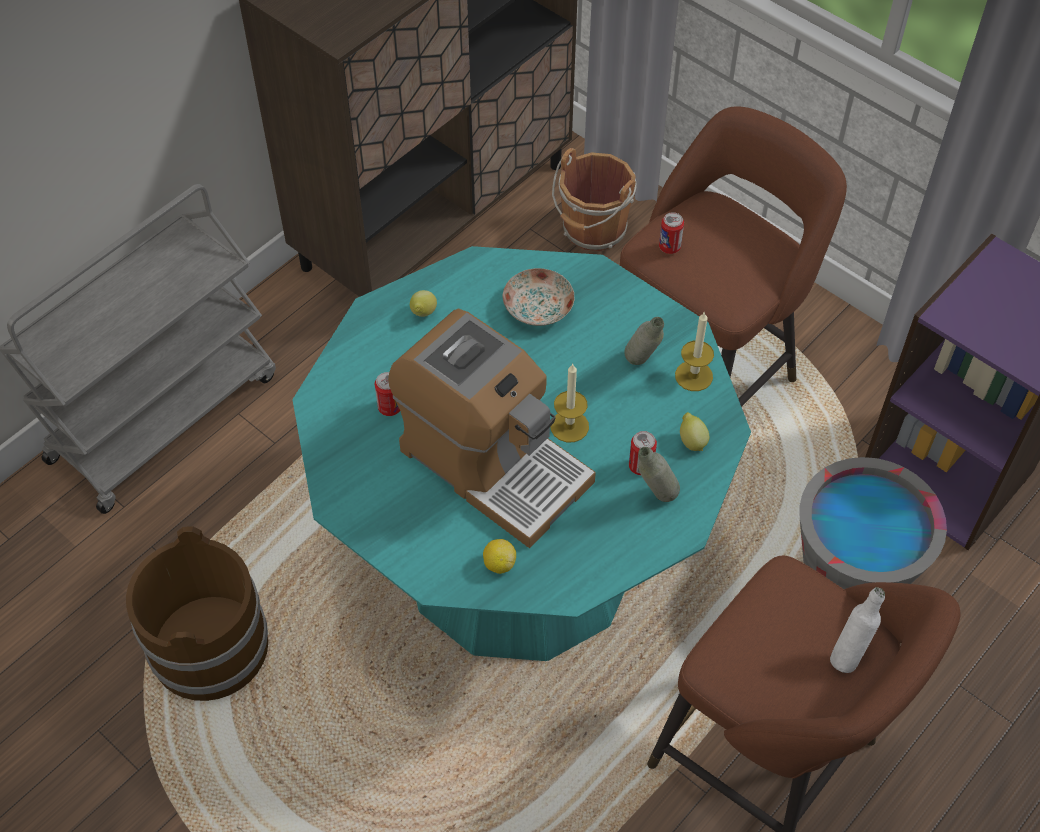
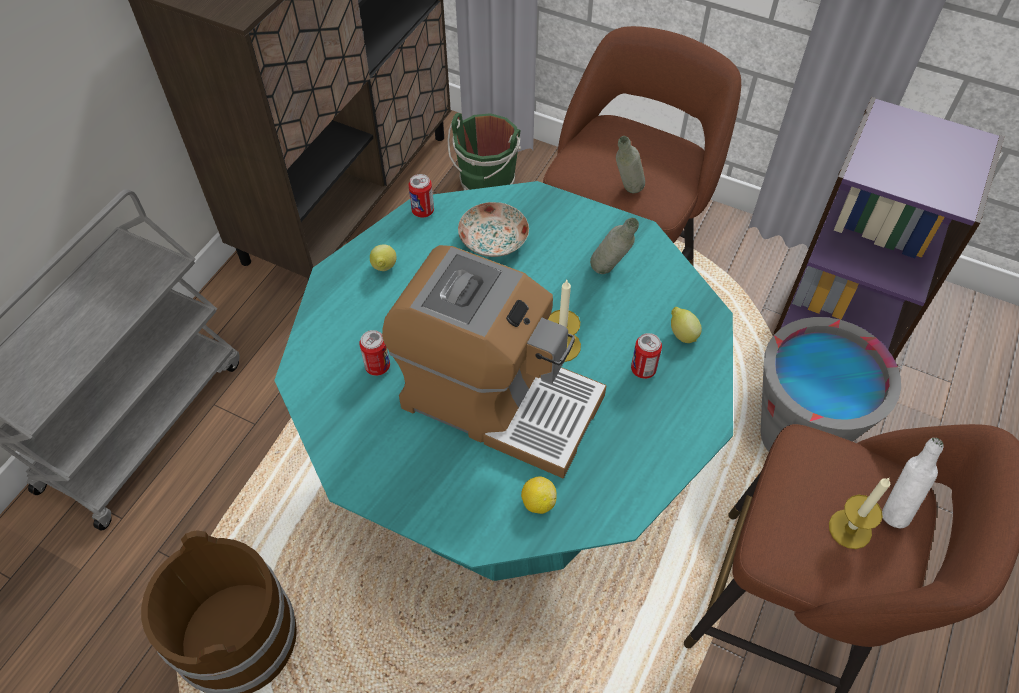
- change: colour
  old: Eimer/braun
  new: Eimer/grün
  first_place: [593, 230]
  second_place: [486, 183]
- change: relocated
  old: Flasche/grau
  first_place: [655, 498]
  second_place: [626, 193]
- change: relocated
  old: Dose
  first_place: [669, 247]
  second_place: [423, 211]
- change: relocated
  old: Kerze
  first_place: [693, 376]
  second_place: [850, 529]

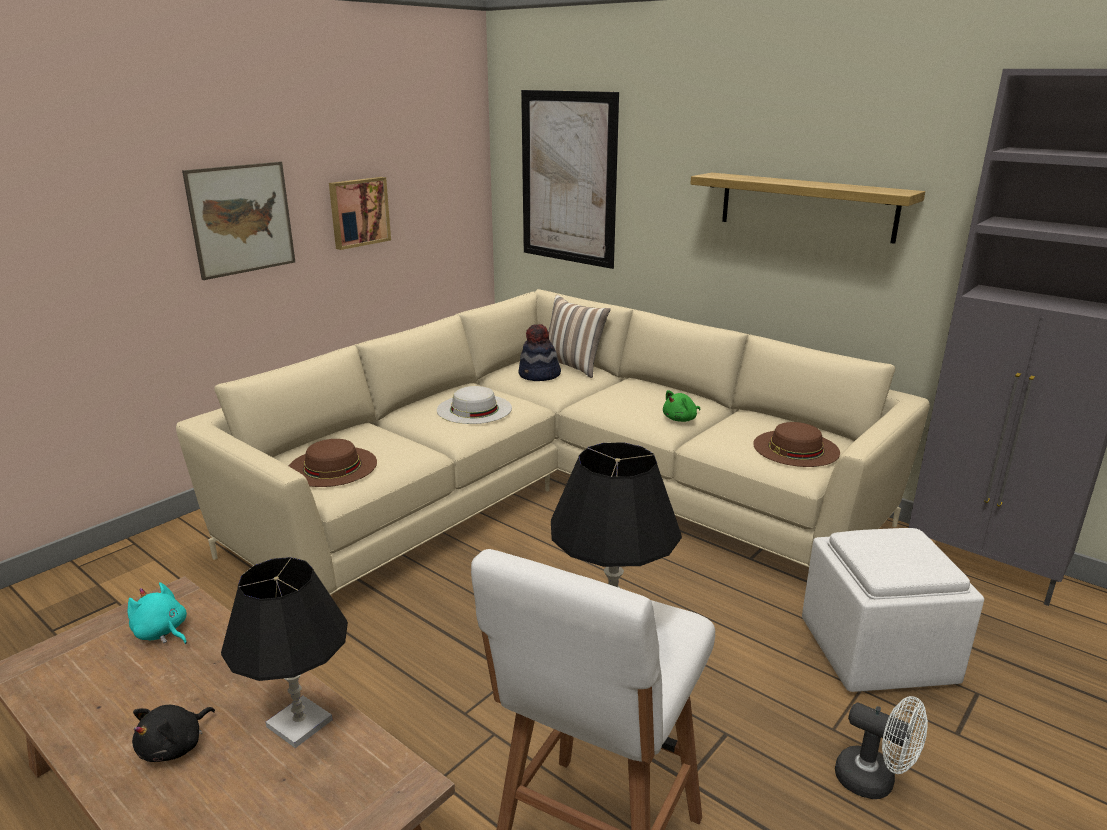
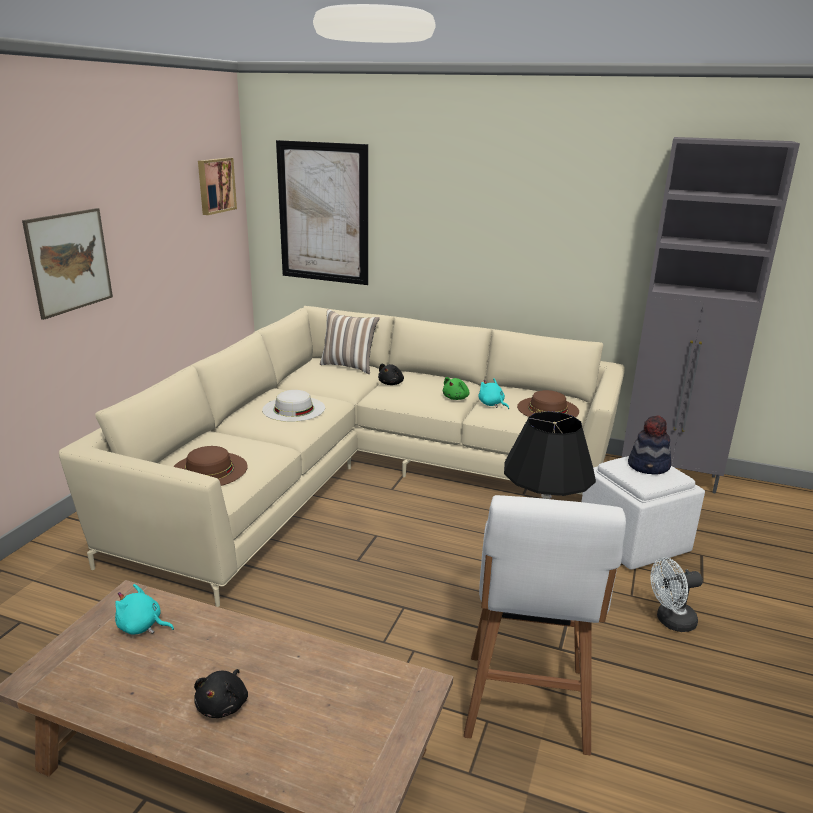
- change: missing
  old: Tischlampe/schwarz
  first_place: [300, 723]
- change: relocated
  old: Bild
  first_place: [358, 212]
  second_place: [215, 185]
- change: relocated
  old: Hut
  first_place: [539, 375]
  second_place: [649, 466]
- change: missing
  old: Wandregal
  first_place: [806, 206]
- change: spun
  old: Ventilator/weiß
  first_place: [874, 781]
  second_place: [670, 621]
  degrees: 150
- change: appeared
  new: Plüschtier/schwarz
  second_place: [391, 383]
- change: appeared
  new: Plüschtier/türkis
  second_place: [492, 404]

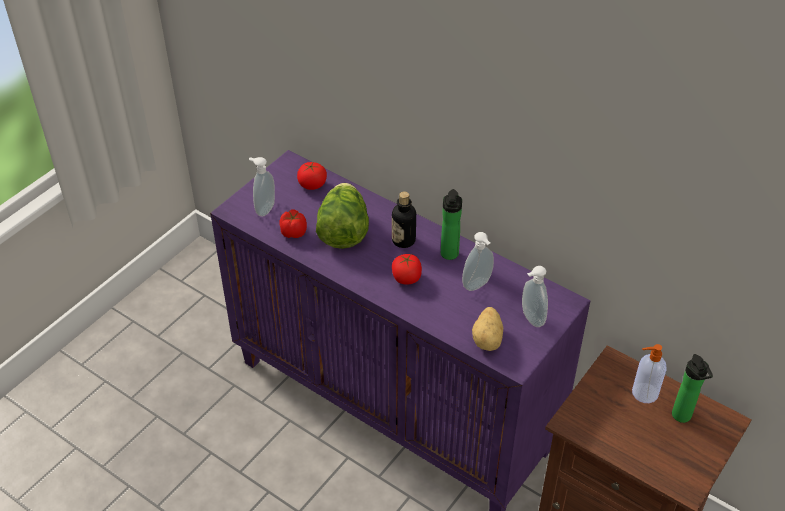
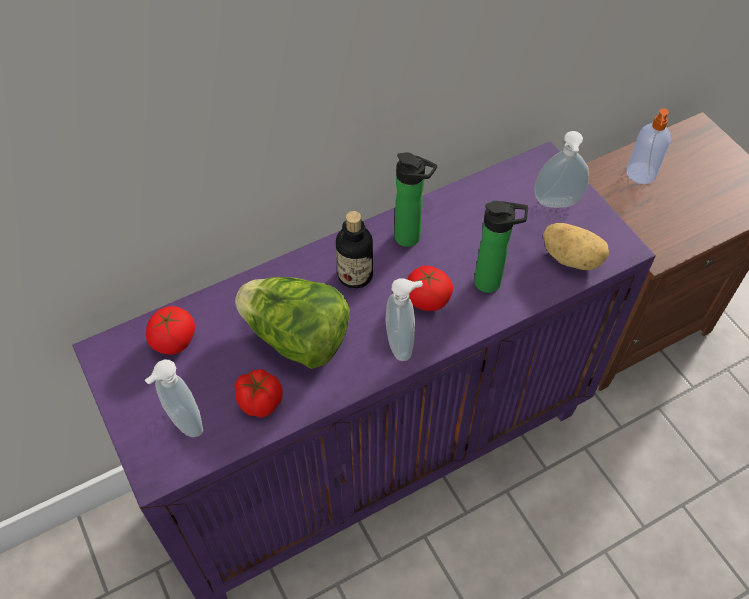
- change: relocated
  old: Seifenspender
  first_place: [478, 285]
  second_place: [402, 344]
- change: relocated
  old: Flasche
  first_place: [683, 417]
  second_place: [492, 283]

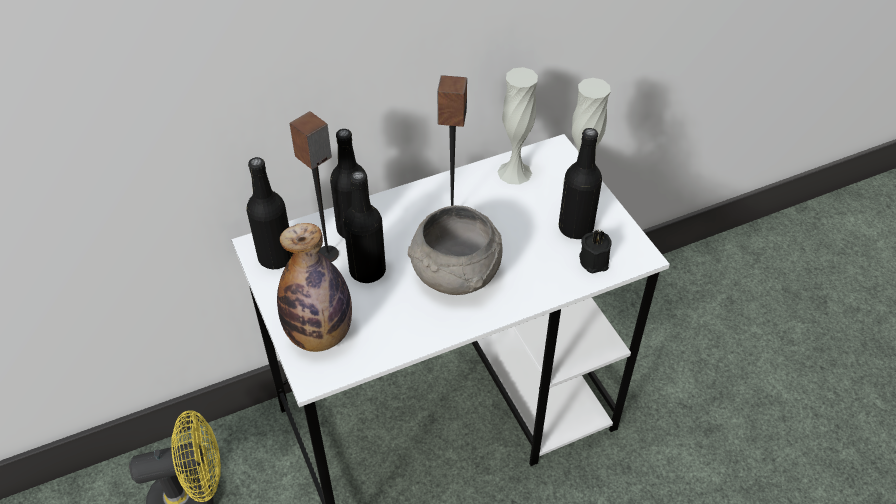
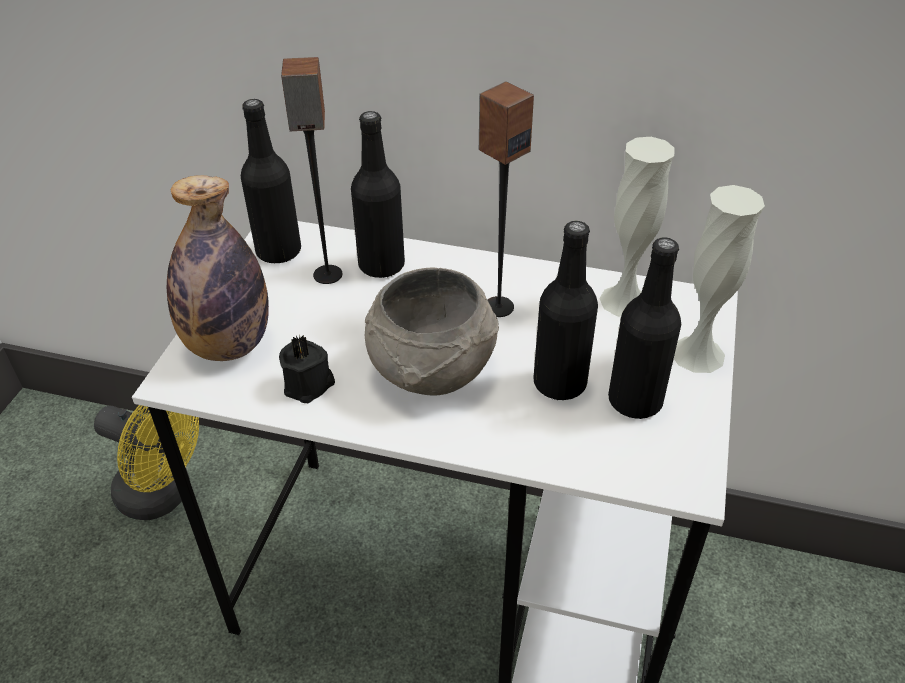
- change: relocated
  old: Flasche/schwarz
  first_place: [367, 271]
  second_place: [559, 383]
- change: relocated
  old: Kerze/schwarz
  first_place: [595, 260]
  second_place: [309, 385]

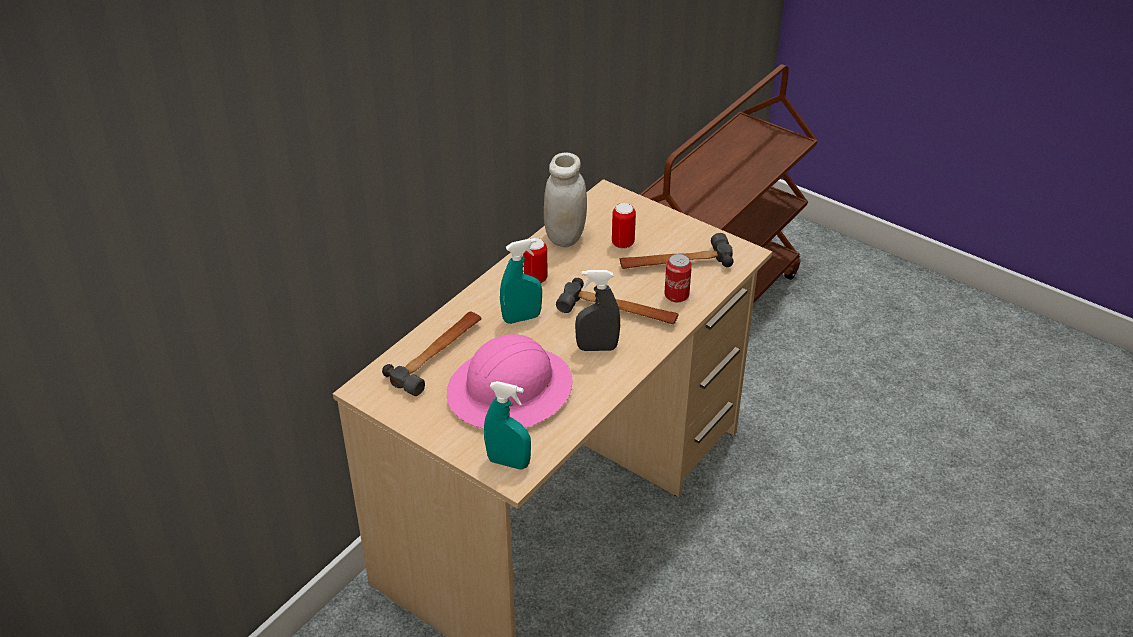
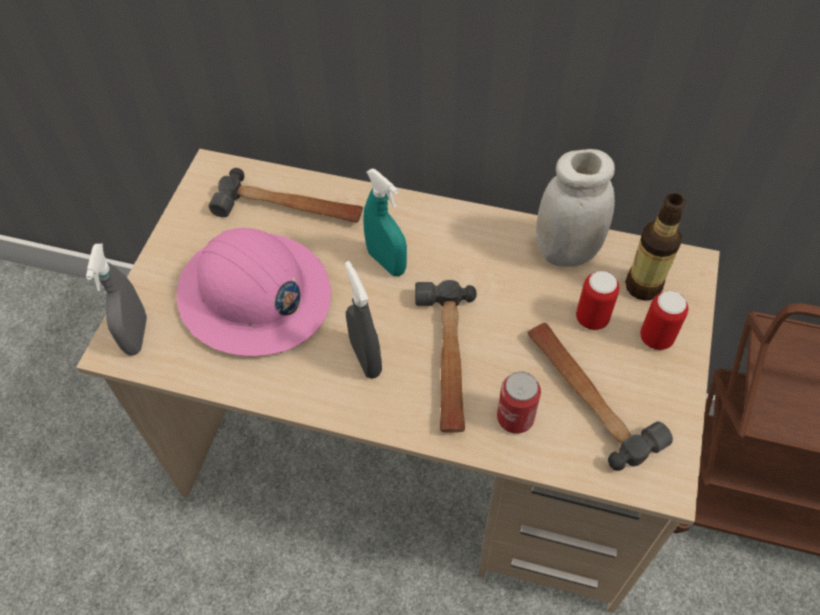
- change: colour
  old: Sprühflasche/türkis
  new: Sprühflasche/grau
  first_place: [508, 462]
  second_place: [136, 335]
- change: relocated
  old: Dose
  first_place: [535, 279]
  second_place: [656, 338]
- change: appeared
  new: Flasche
  second_place: [643, 286]

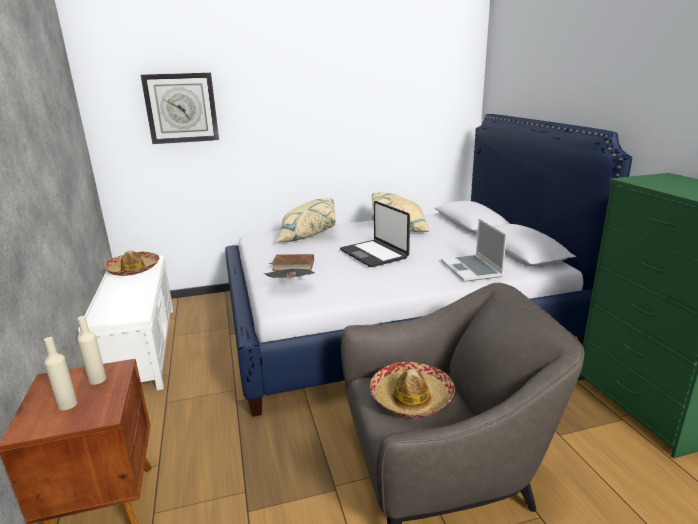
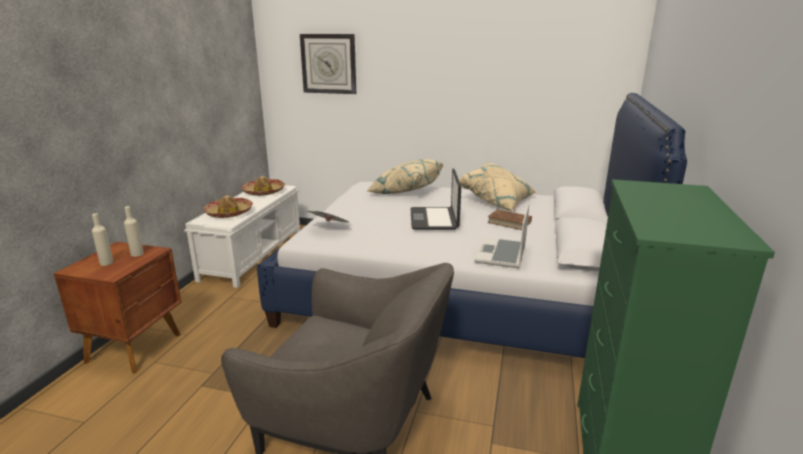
- change: relocated
  old: Buch/braun
  first_place: [293, 265]
  second_place: [509, 222]
- change: relocated
  old: Hut
  first_place: [411, 398]
  second_place: [229, 213]

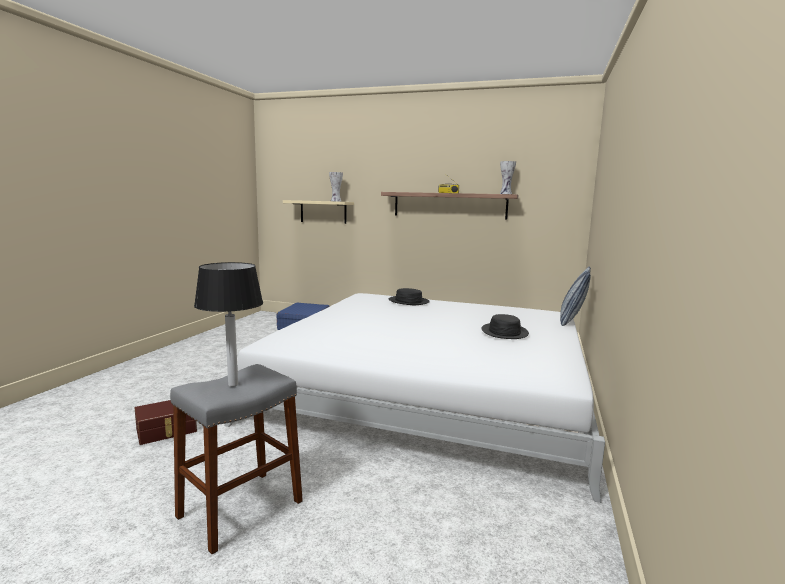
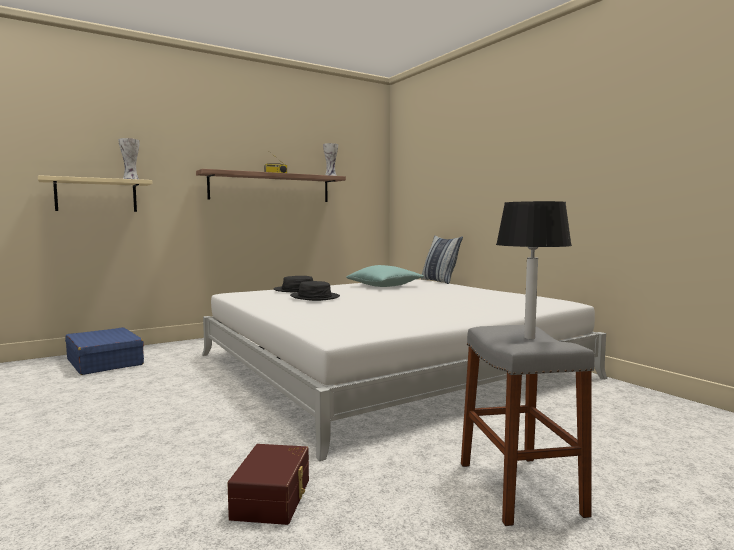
- change: relocated
  old: Hut/schwarz
  first_place: [504, 332]
  second_place: [314, 297]
- change: appeared
  new: Kissen/türkis
  second_place: [384, 286]

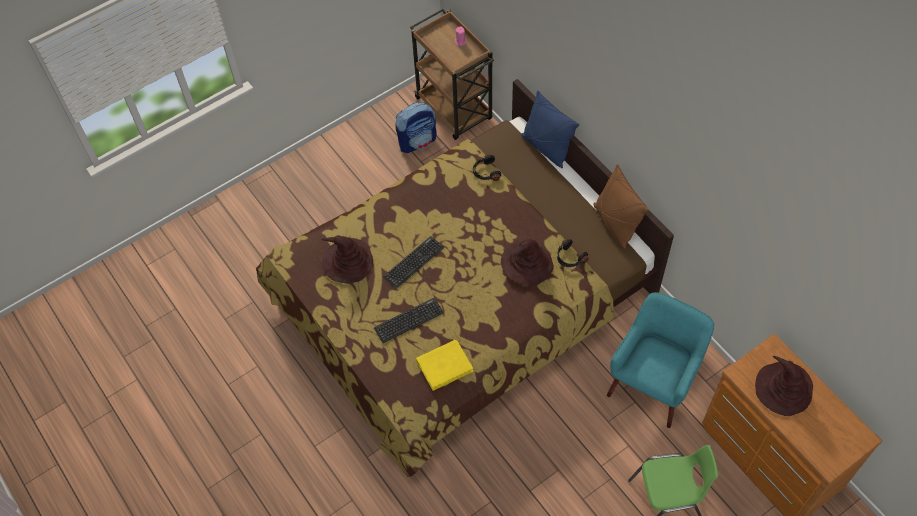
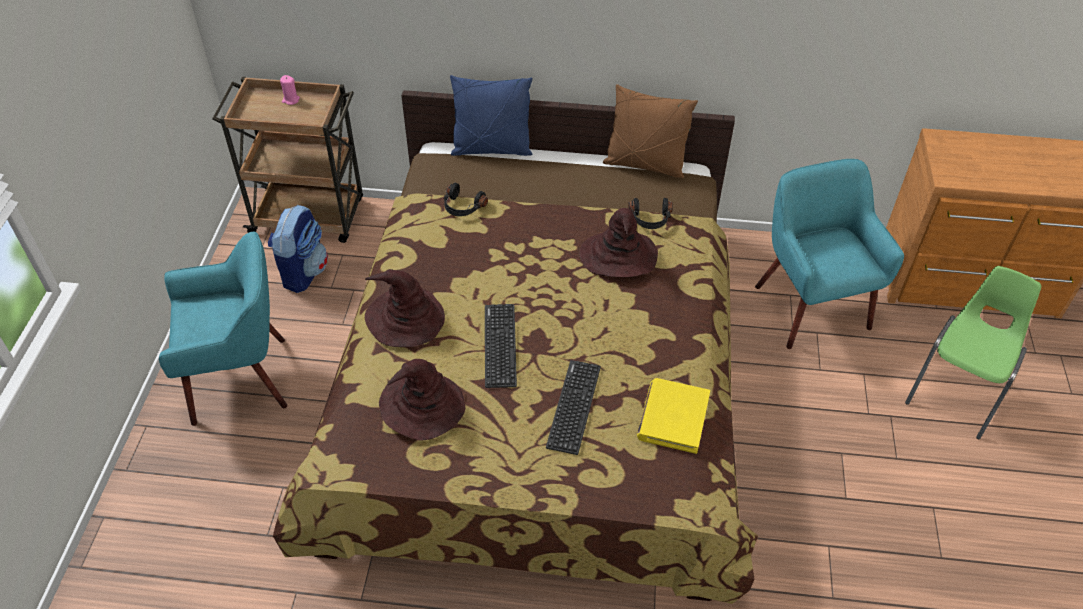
- change: relocated
  old: Hut/braun
  first_place: [783, 388]
  second_place: [405, 318]
- change: appeared
  new: Sessel/türkis
  second_place: [241, 378]

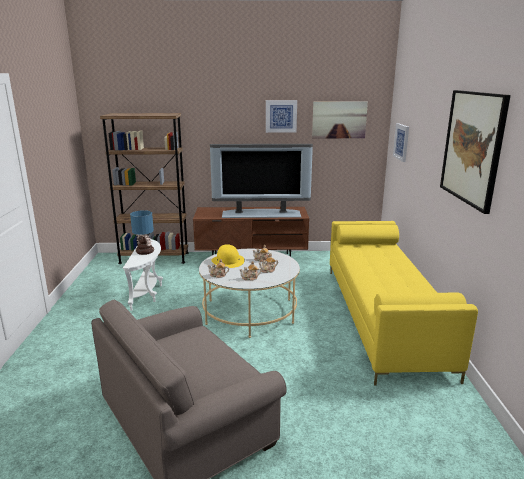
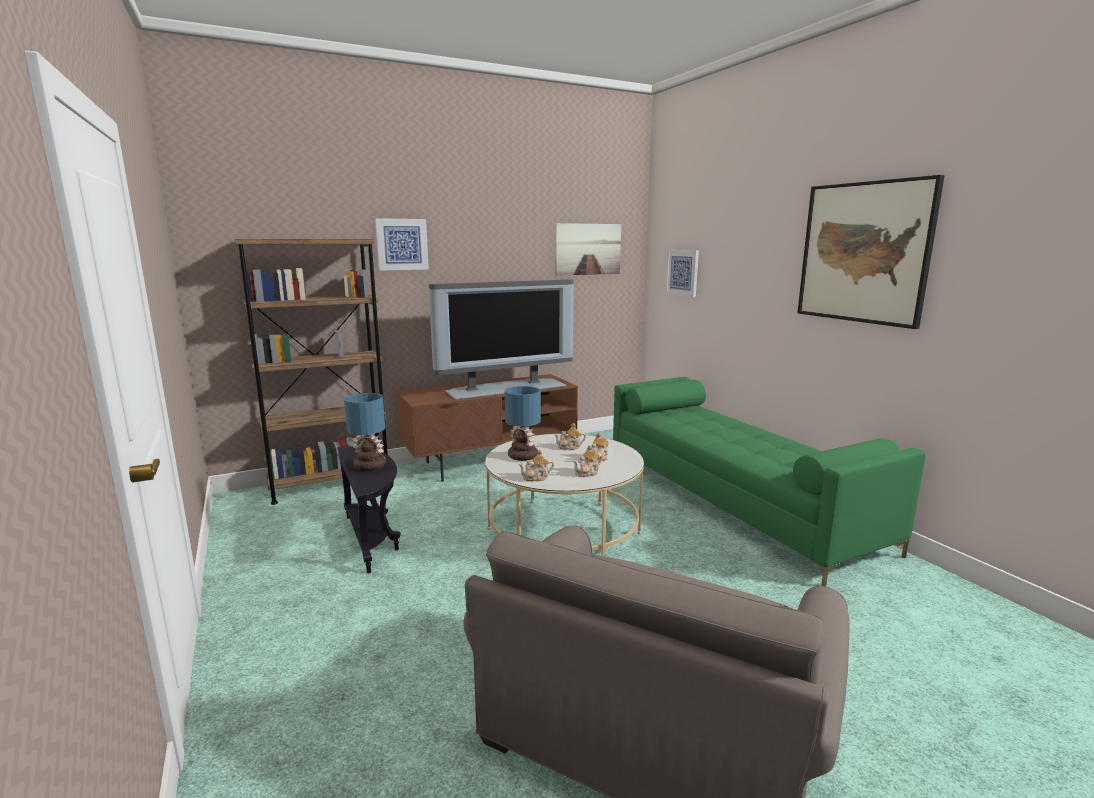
- change: colour
  old: Beistelltisch/weiß
  new: Beistelltisch/schwarz
  first_place: [148, 293]
  second_place: [372, 539]
- change: exchanged
  old: Hut/gelb
  new: Tischlampe
  first_place: [228, 261]
  second_place: [524, 456]
- change: relocated
  old: Bild
  first_place: [281, 116]
  second_place: [402, 244]
- change: colour
  old: Sofa/gelb
  new: Sofa/grün
  first_place: [383, 317]
  second_place: [735, 500]

